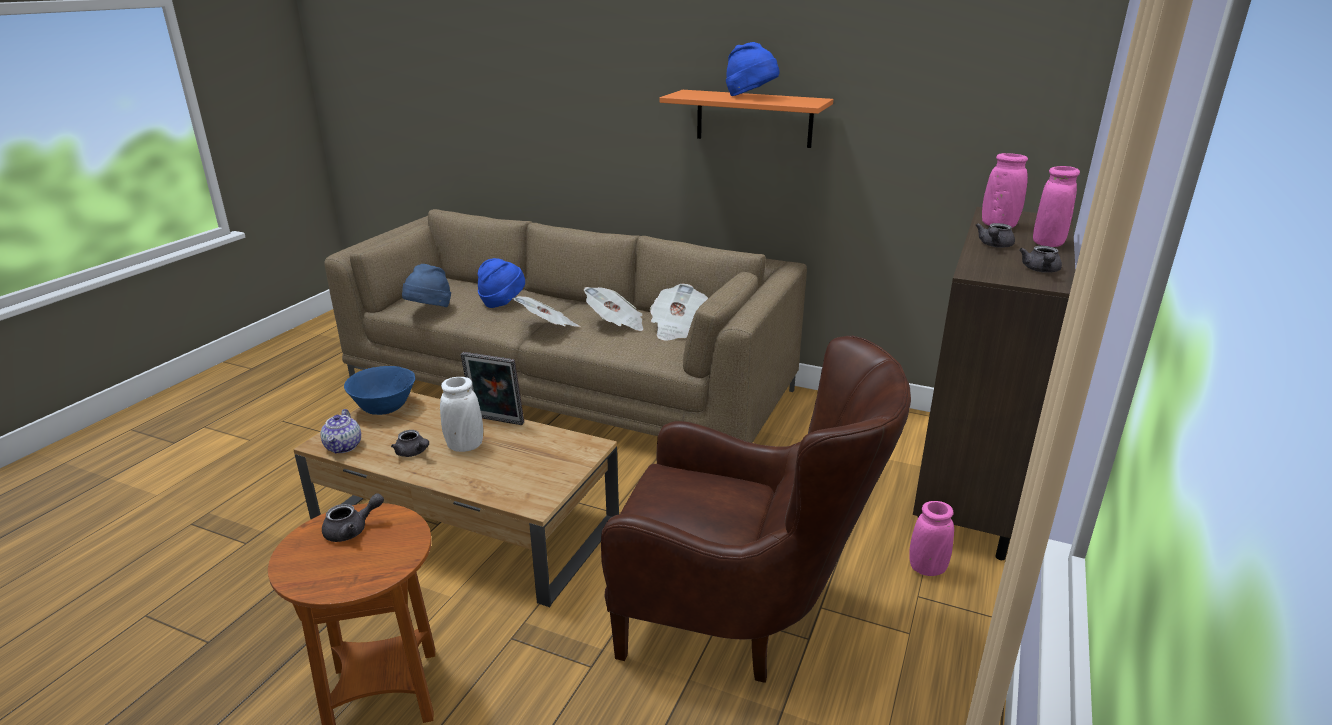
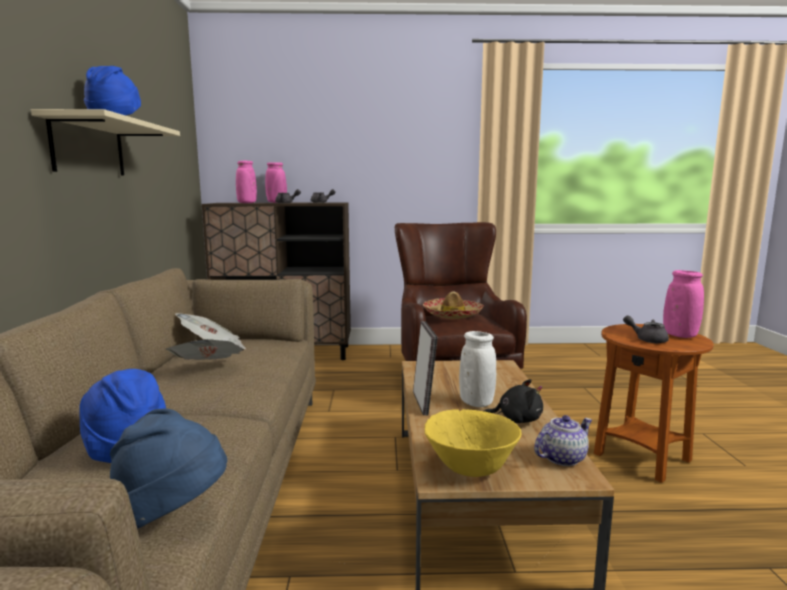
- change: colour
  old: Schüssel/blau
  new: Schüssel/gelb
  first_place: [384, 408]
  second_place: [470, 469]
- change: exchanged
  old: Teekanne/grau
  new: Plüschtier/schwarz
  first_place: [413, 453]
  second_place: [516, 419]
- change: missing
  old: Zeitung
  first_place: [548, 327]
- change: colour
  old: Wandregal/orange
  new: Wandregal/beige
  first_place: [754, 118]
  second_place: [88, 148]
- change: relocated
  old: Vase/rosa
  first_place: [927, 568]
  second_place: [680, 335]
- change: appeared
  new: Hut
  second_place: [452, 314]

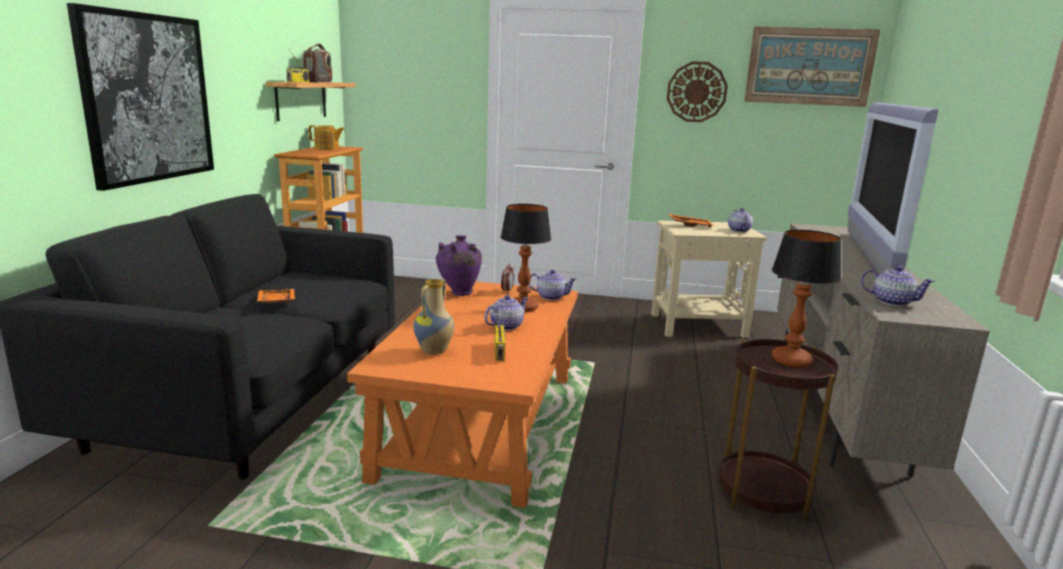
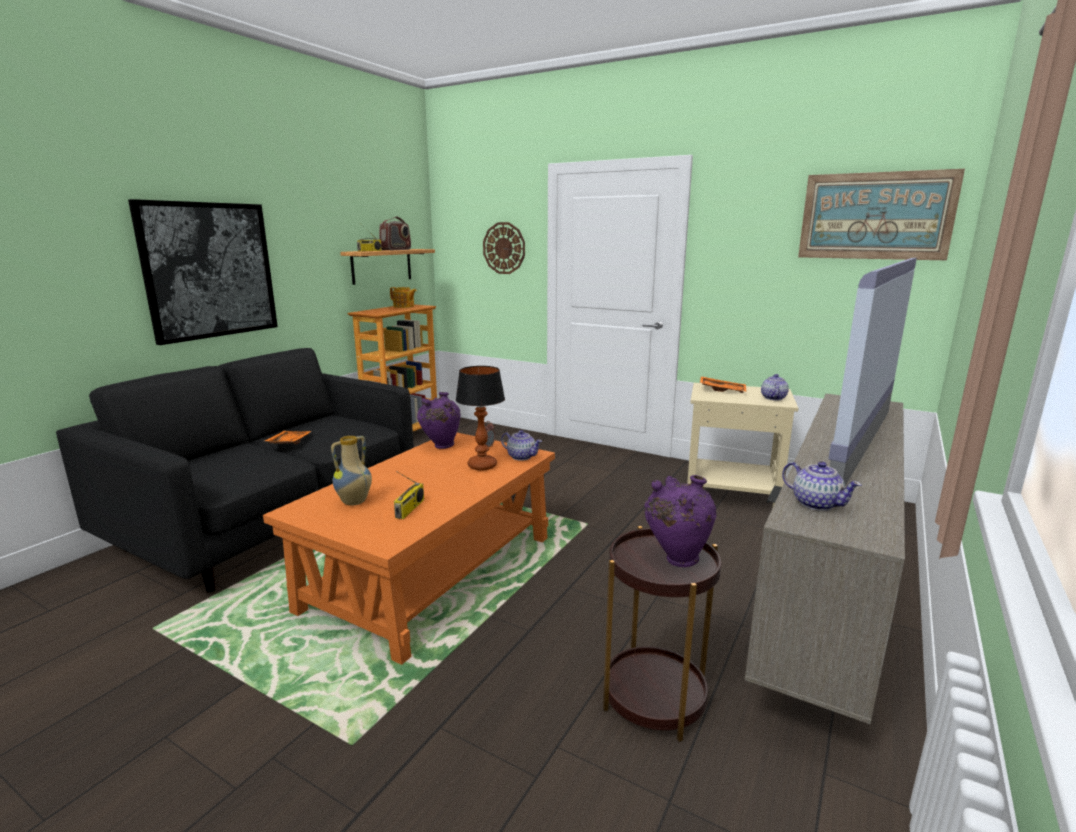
- change: missing
  old: Teekanne
  first_place: [505, 326]
- change: relocated
  old: Wanduhr
  first_place: [696, 92]
  second_place: [504, 248]
- change: exchanged
  old: Tischlampe
  new: Vase/lila
  first_place: [792, 361]
  second_place: [676, 559]

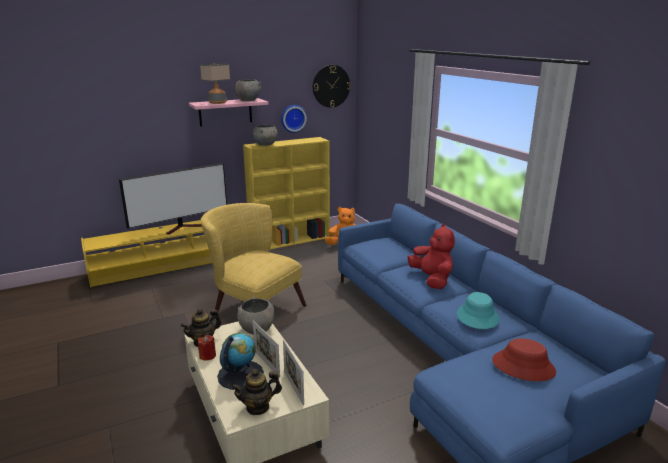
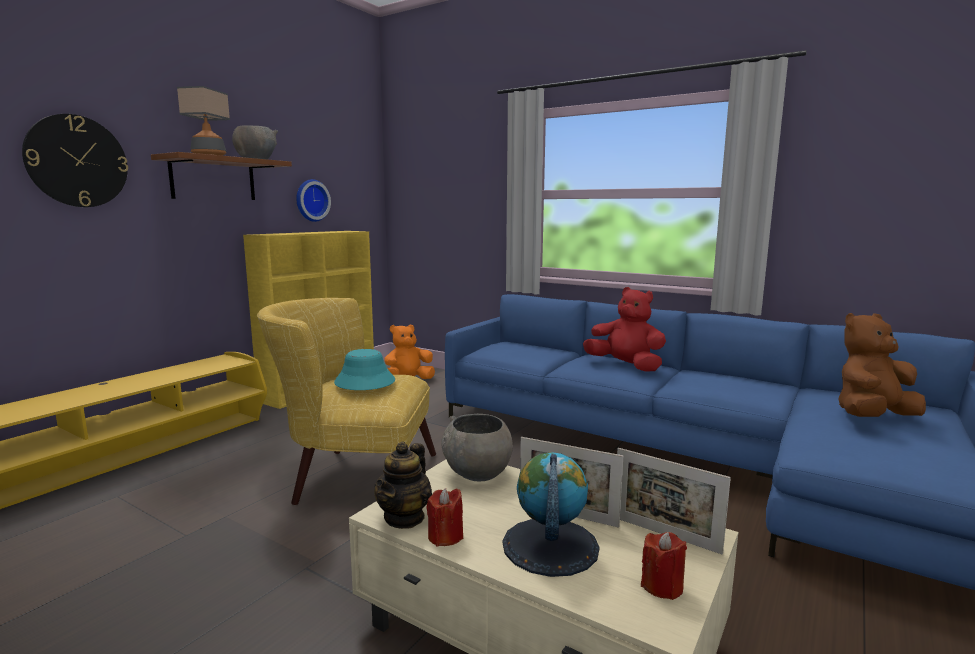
- change: missing
  old: Fernseher
  first_place: [184, 227]
- change: colour
  old: Wandregal/rosa
  new: Wandregal/braun
  first_place: [225, 112]
  second_place: [213, 179]
- change: exchanged
  old: Teekanne
  new: Kerze/rot
  first_place: [258, 407]
  second_place: [662, 586]
- change: missing
  old: Schüssel/grau
  first_place: [266, 145]
- change: relocated
  old: Wanduhr
  first_place: [331, 86]
  second_place: [77, 161]
- change: relocated
  old: Hut/türkis
  first_place: [477, 317]
  second_place: [364, 382]
- change: exchanged
  old: Hut/rot
  new: Plüschtier/braun
  first_place: [523, 366]
  second_place: [872, 417]

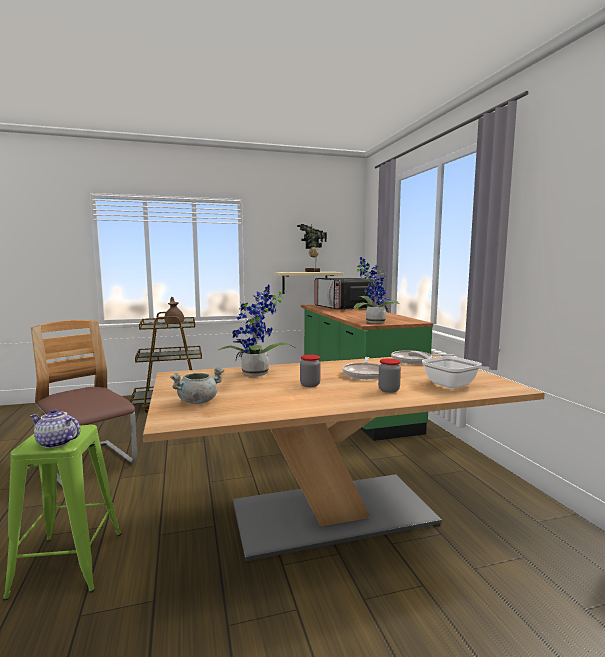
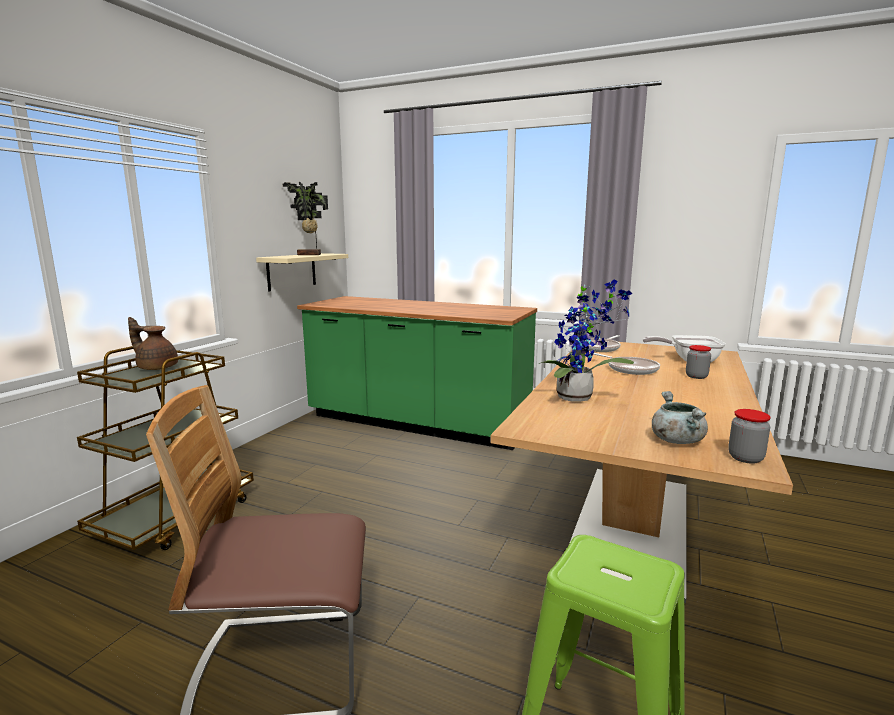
- change: missing
  old: Teekanne
  first_place: [55, 443]
- change: relocated
  old: Vorratsglas
  first_place: [310, 385]
  second_place: [745, 458]
- change: missing
  old: Mikrowelle
  first_place: [343, 308]
- change: missing
  old: Topfpflanze
  first_place: [373, 322]

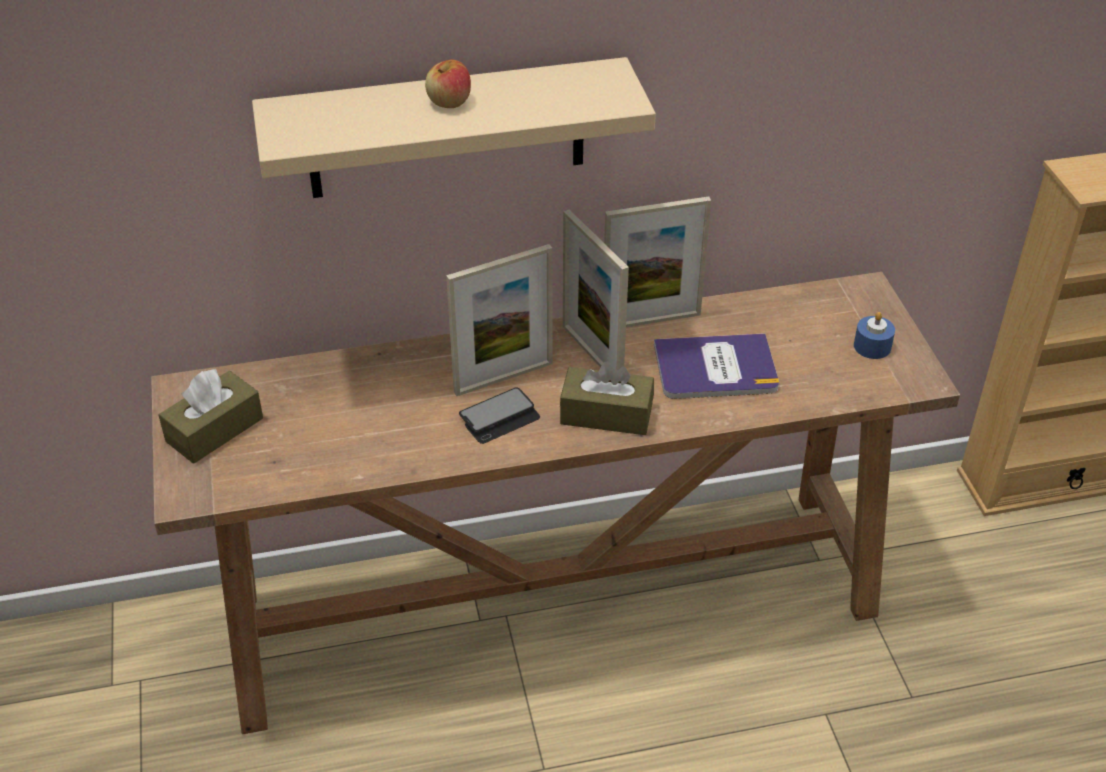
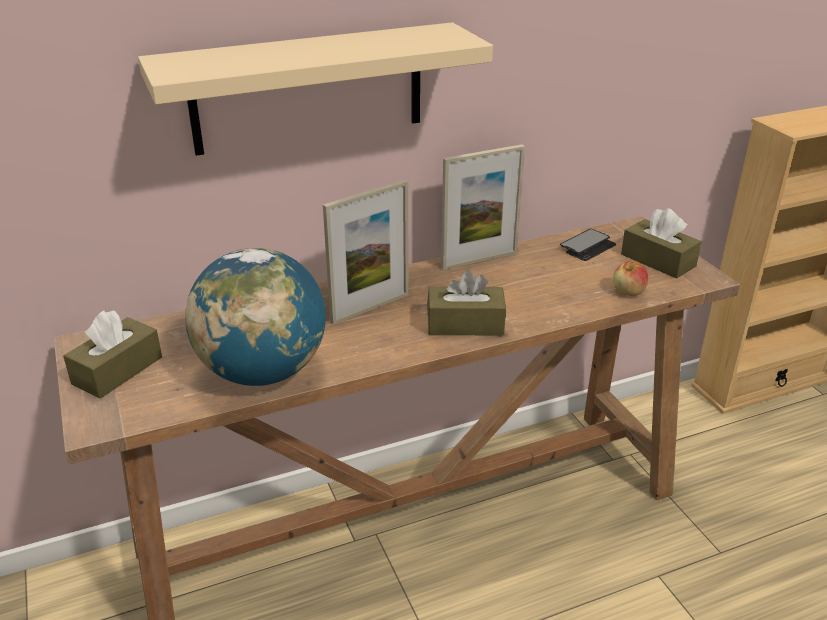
- change: relocated
  old: Apfel
  first_place: [449, 102]
  second_place: [628, 291]
- change: relocated
  old: Handy
  first_place: [499, 417]
  second_place: [587, 246]
- change: missing
  old: Bilderrahmen
  first_place: [592, 354]
- change: missing
  old: Buch
  first_place: [715, 368]
- change: exchanged
  old: Kerze/blau
  new: Taschentuchbox/braun
  first_place: [872, 346]
  second_place: [658, 260]
- change: appeared
  new: Globus
  second_place: [263, 372]

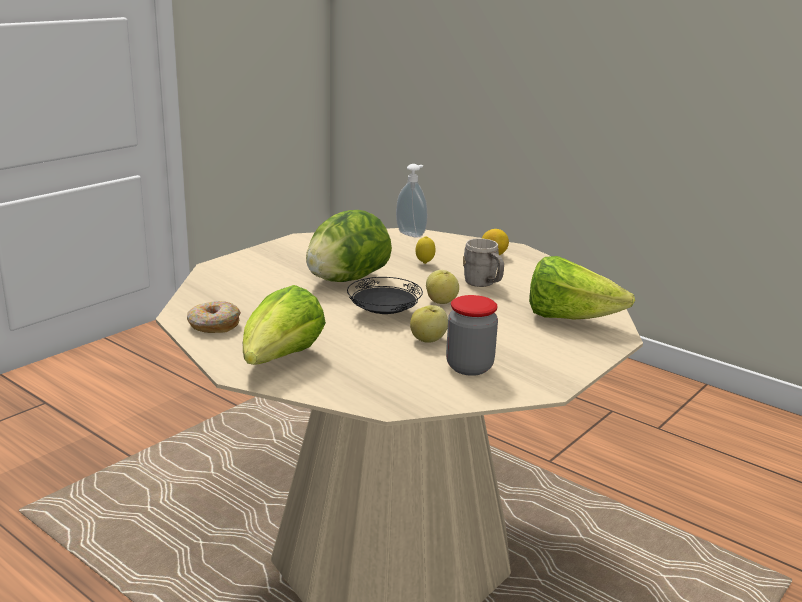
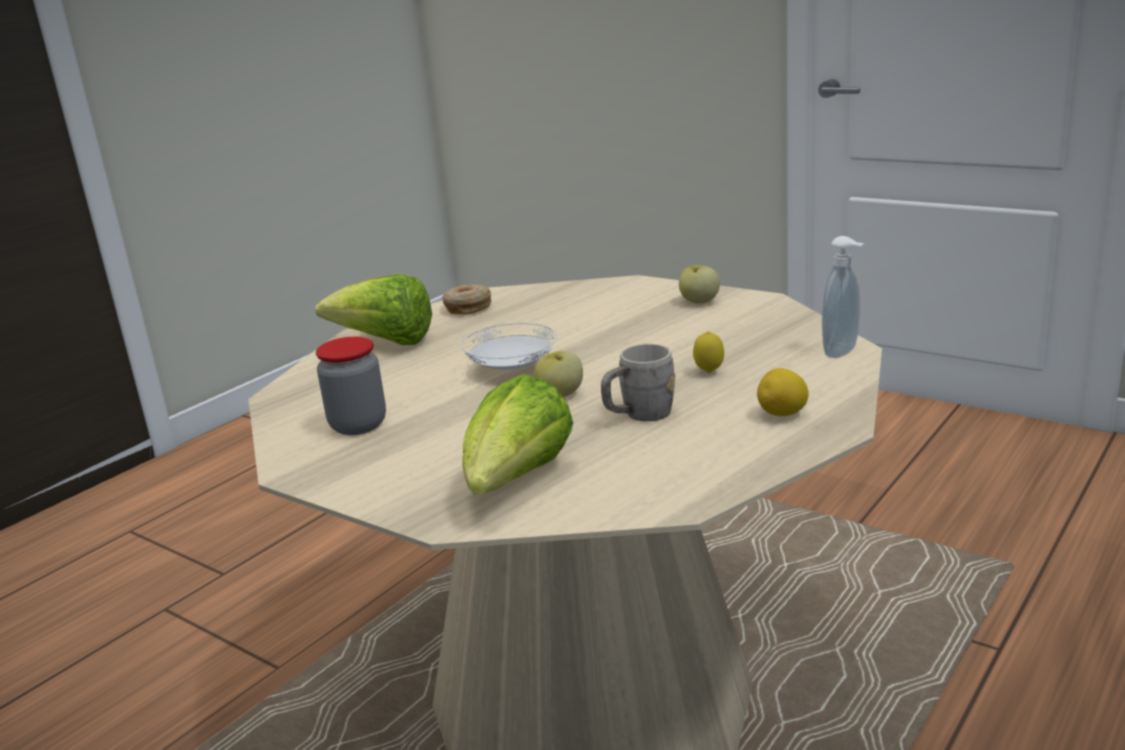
- change: missing
  old: Salatkopf
  first_place: [346, 279]
- change: colour
  old: Teller/schwarz
  new: Teller/weiß
  first_place: [383, 314]
  second_place: [512, 369]
- change: relocated
  old: Apfel
  first_place: [428, 340]
  second_place: [699, 302]

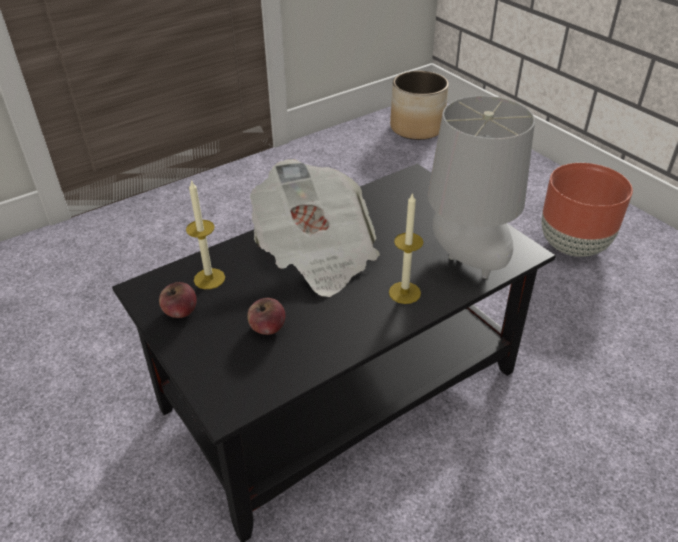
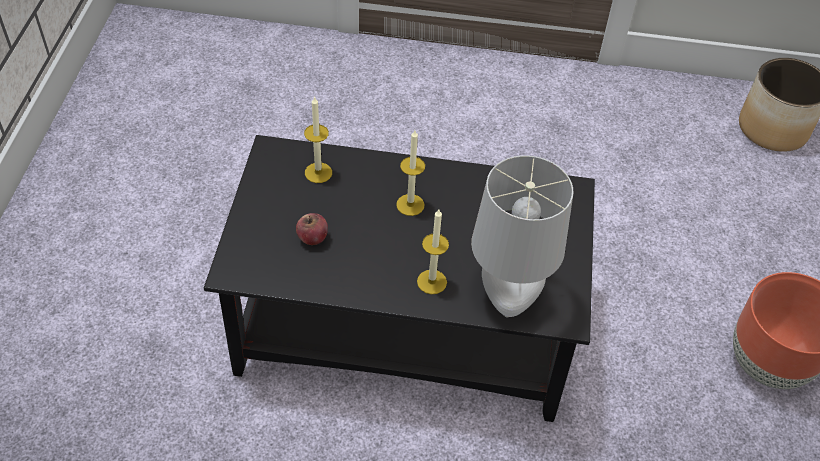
- change: missing
  old: Apfel
  first_place: [180, 312]
- change: exchanged
  old: Zeitung
  new: Kerze
  first_place: [316, 253]
  second_place: [410, 205]

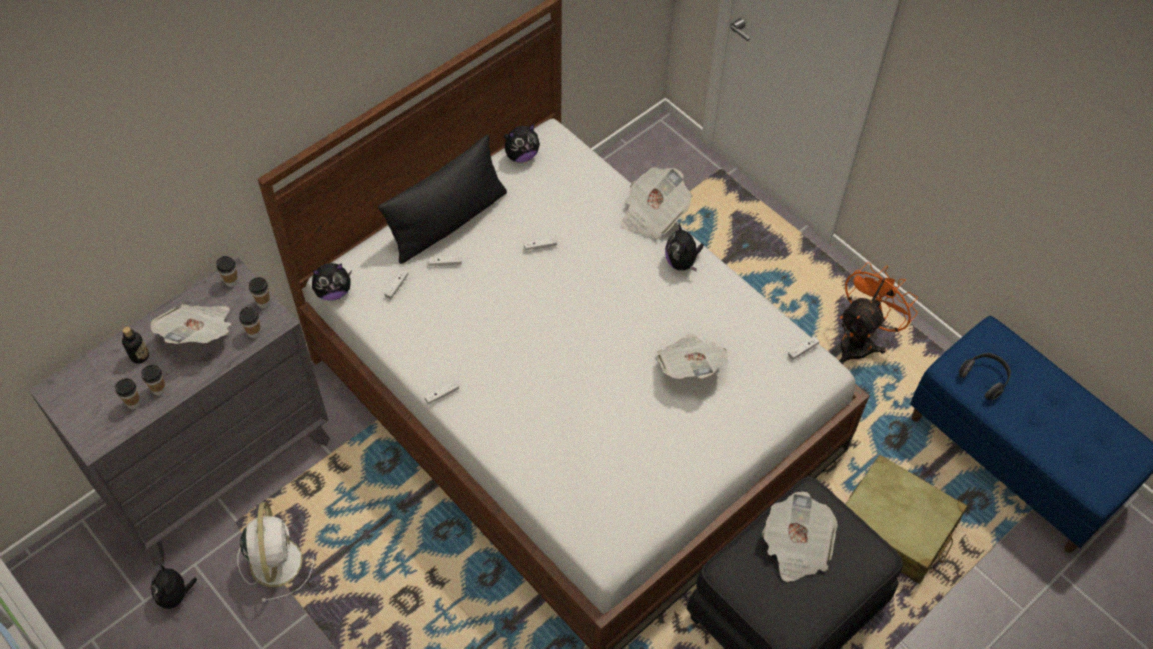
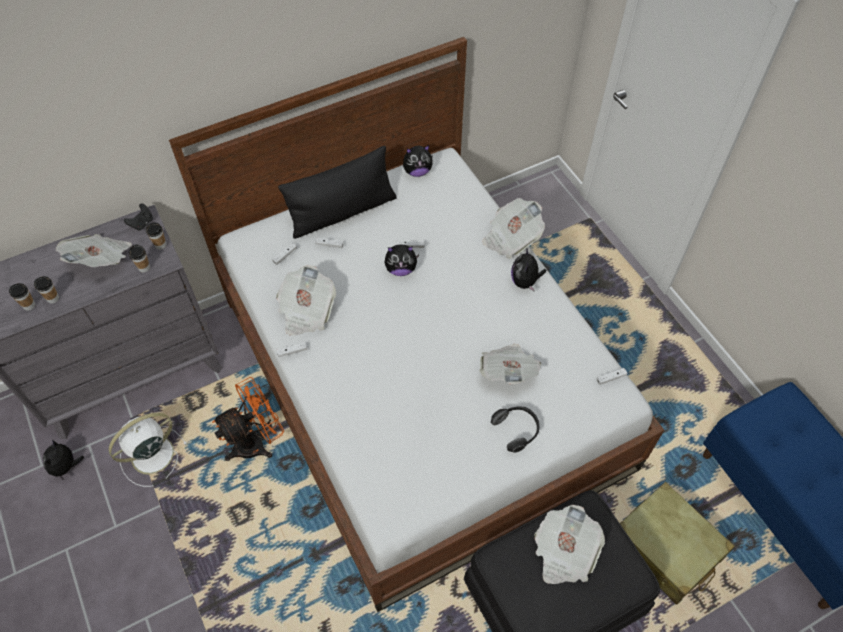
- change: missing
  old: Flasche
  first_place: [139, 356]
- change: exchanged
  old: Tasse
  new: Gamepad/schwarz
  first_place: [231, 281]
  second_place: [142, 223]
- change: spun
  old: Ventilator/weiß
  first_place: [276, 560]
  second_place: [151, 455]
  degrees: -135
- change: relocated
  old: Plüschtier
  first_place: [333, 292]
  second_place: [401, 269]
- change: relocated
  old: Ventilator/orange
  first_place: [860, 341]
  second_place: [257, 442]
- change: relocated
  old: Kopfhörer
  first_place: [985, 378]
  second_place: [516, 430]
- change: appeared
  new: Zeitung
  second_place: [306, 311]

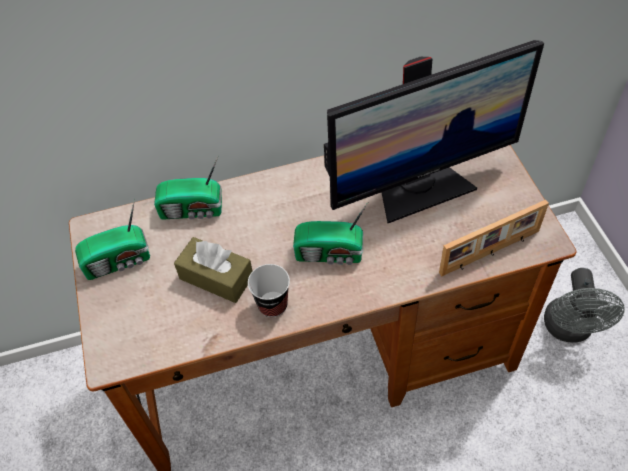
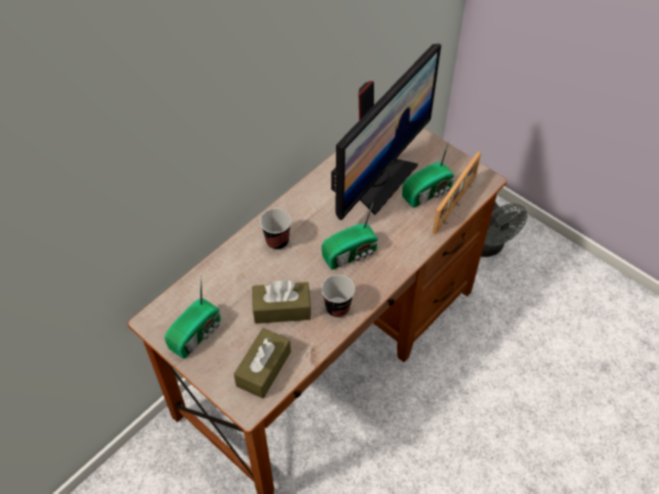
- change: relocated
  old: Radio
  first_place: [193, 210]
  second_place: [429, 192]
- change: appeared
  new: Taschentuchbox/braun
  second_place: [263, 368]
- change: appeared
  new: Tasse
  second_place: [277, 241]

